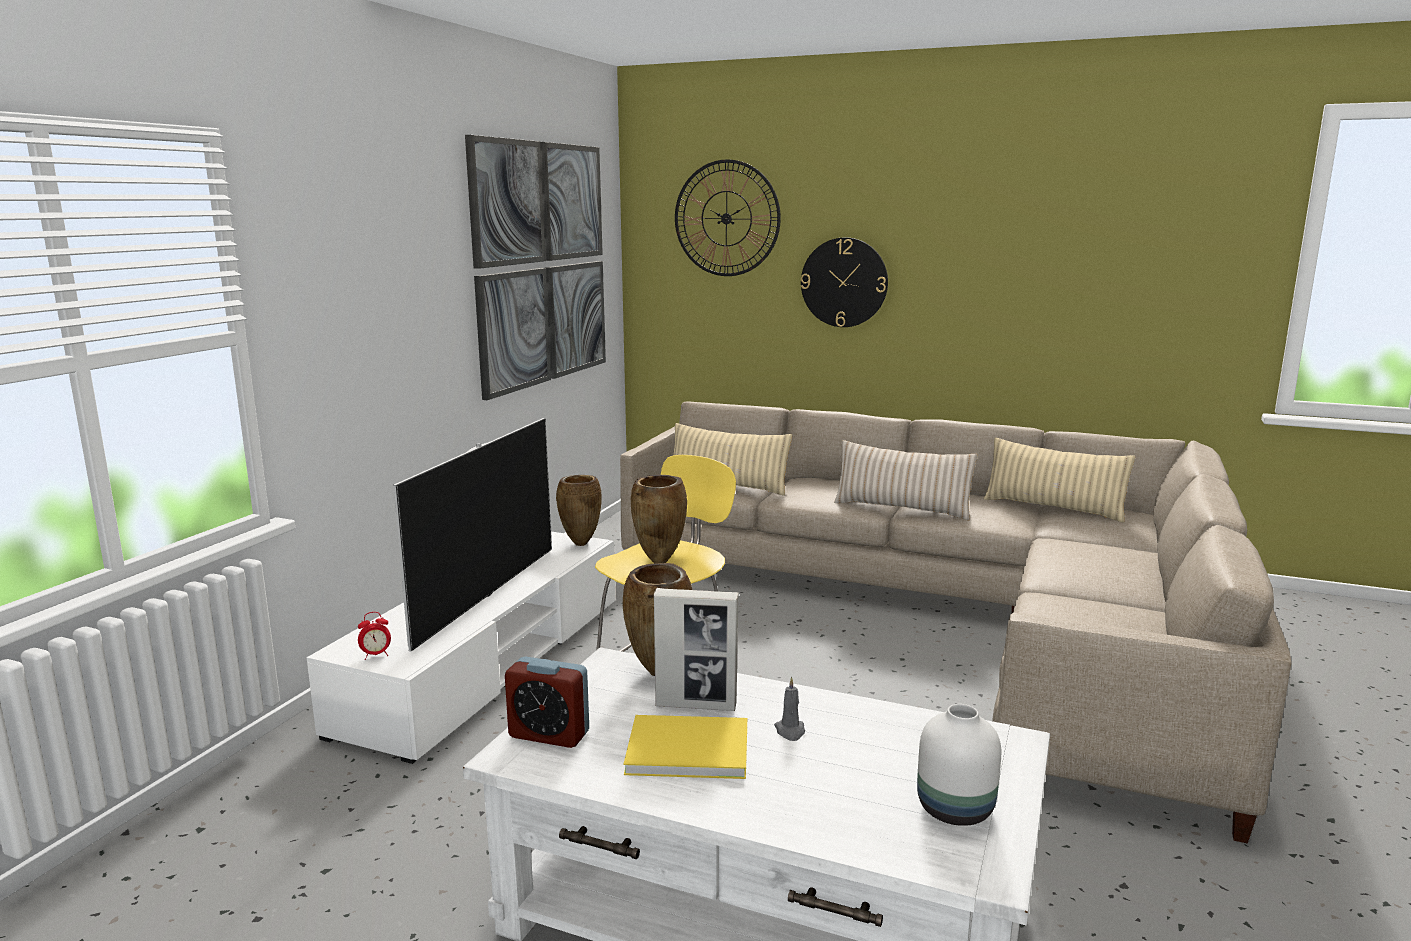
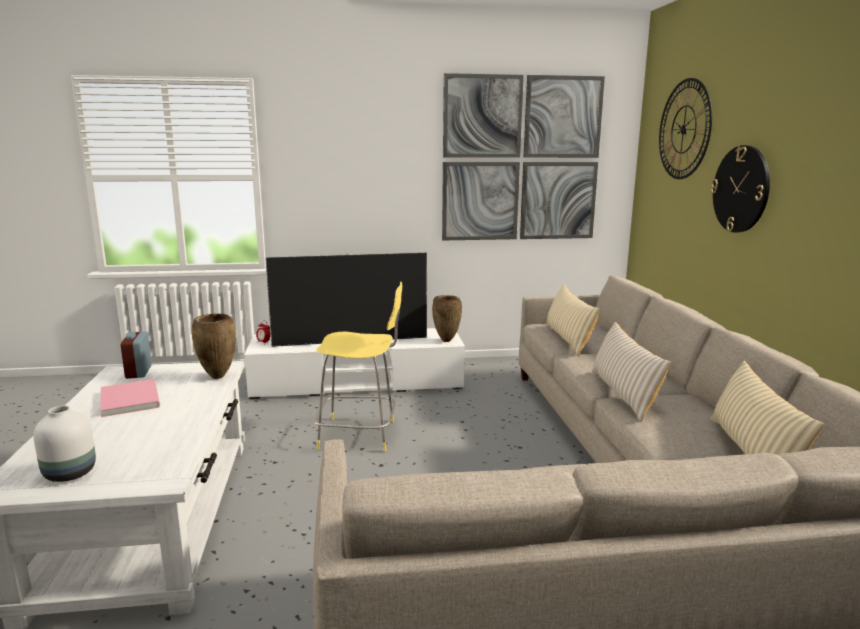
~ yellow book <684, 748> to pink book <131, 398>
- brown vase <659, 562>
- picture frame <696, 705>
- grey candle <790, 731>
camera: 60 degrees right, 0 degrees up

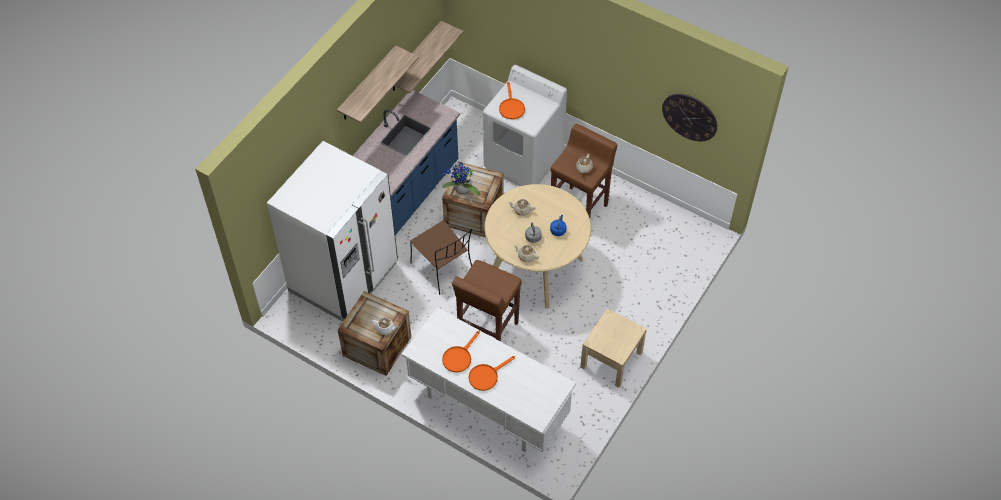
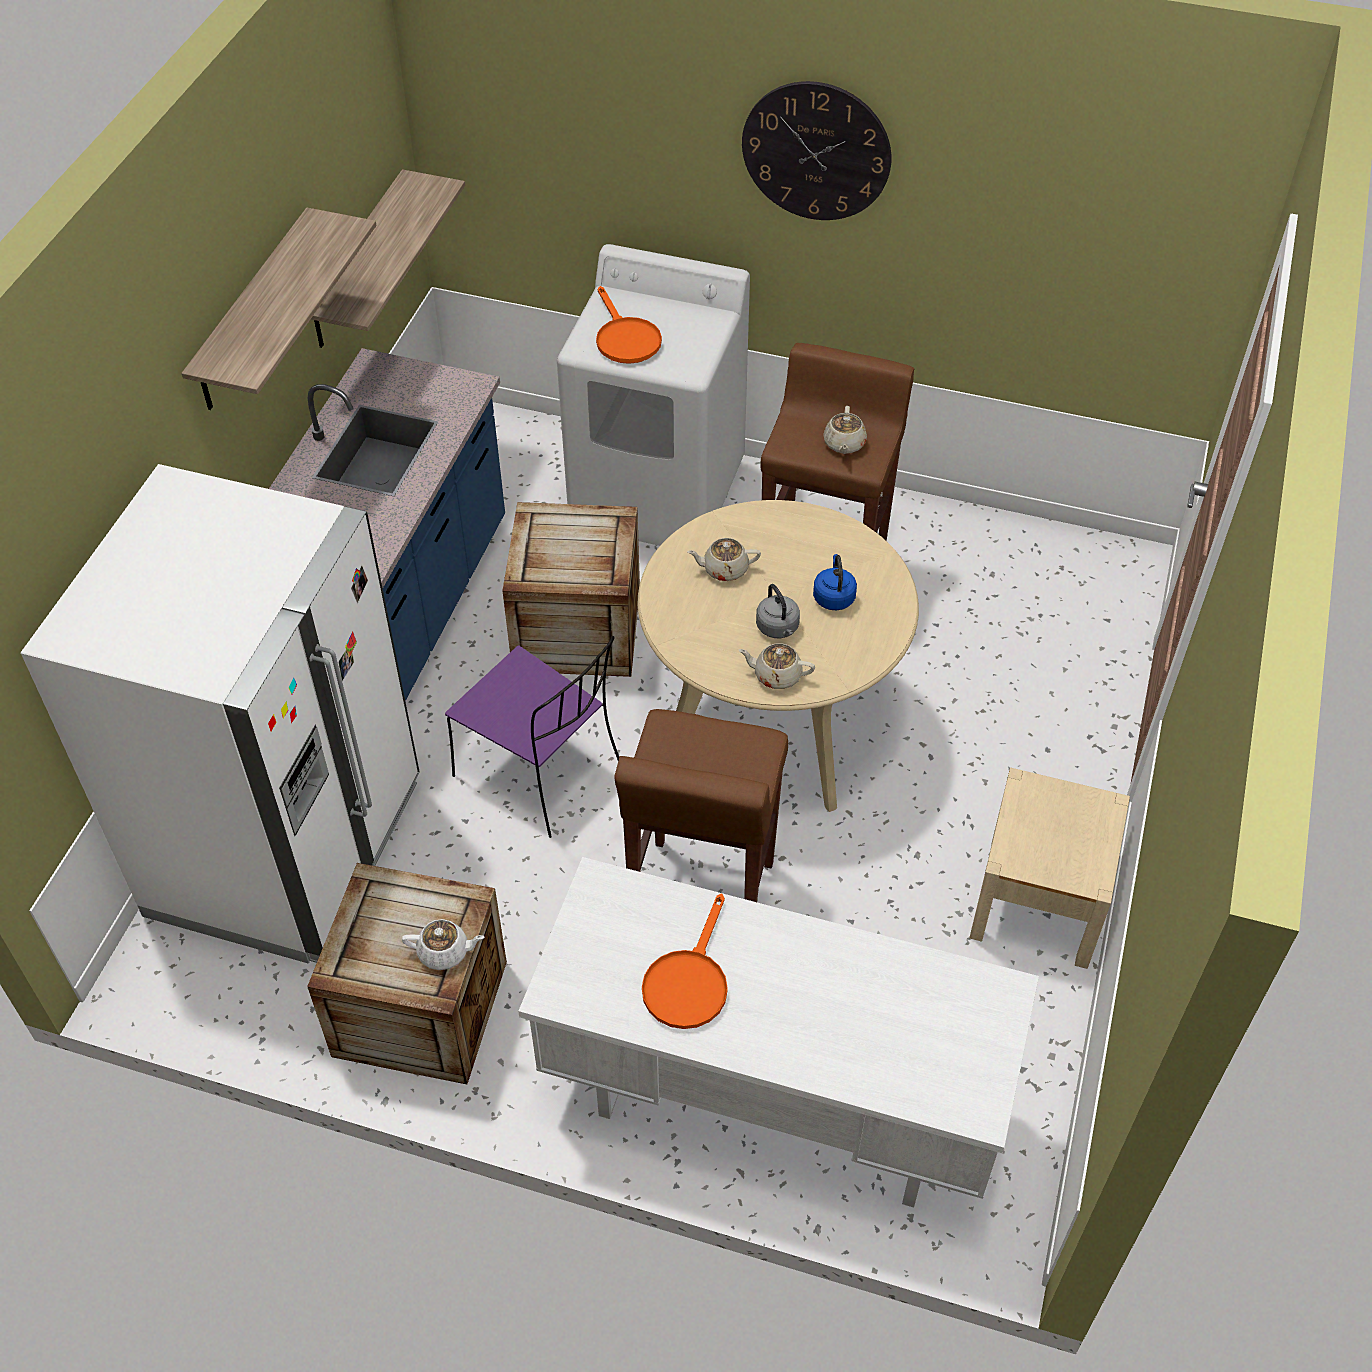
~ brown chair <443, 269> to purple chair <541, 772>
- potted plant <461, 191>
- orange frying pan <486, 376>
~ wall clock <689, 117> to <816, 151>
camera: 15 degrees left, 5 degrees down

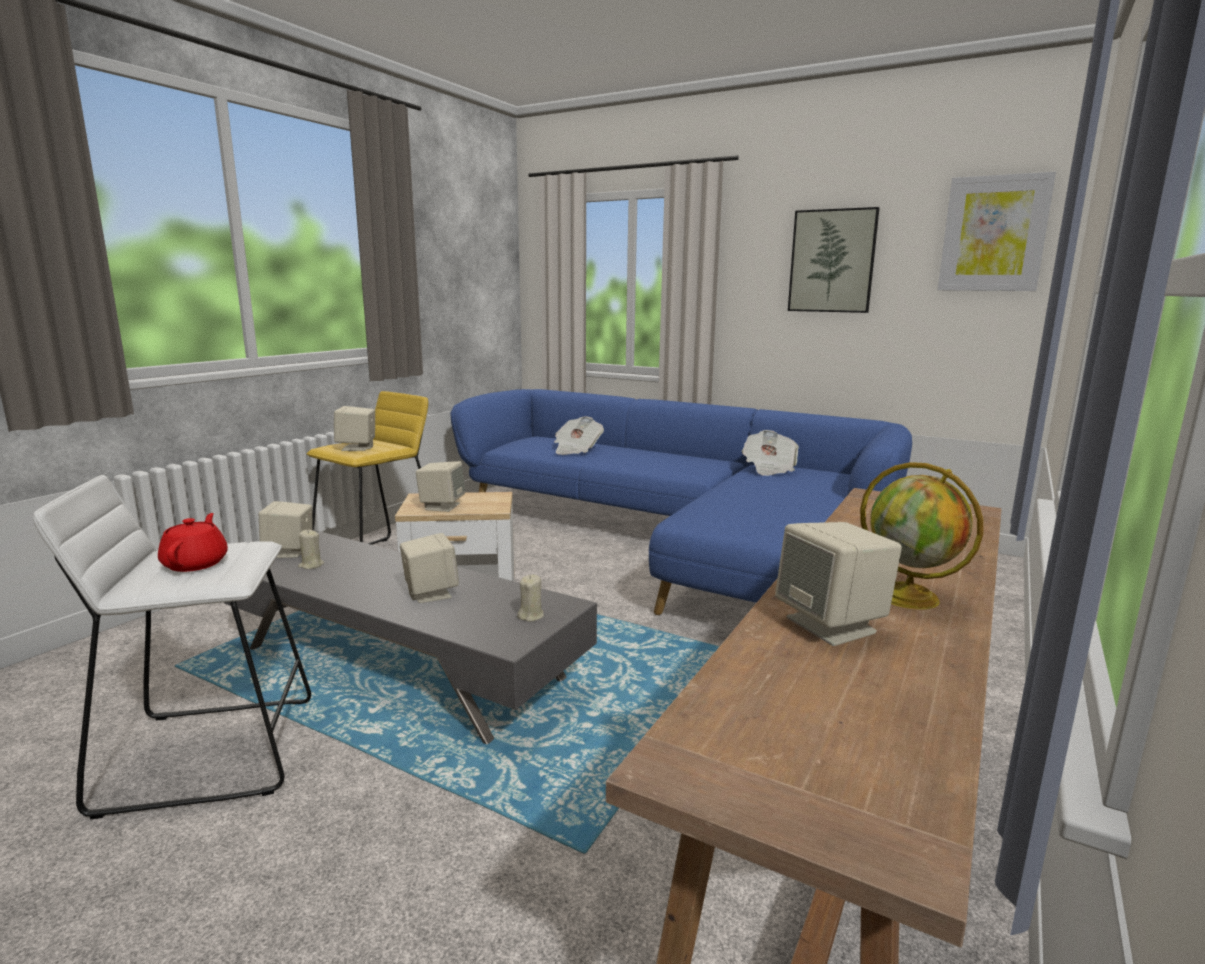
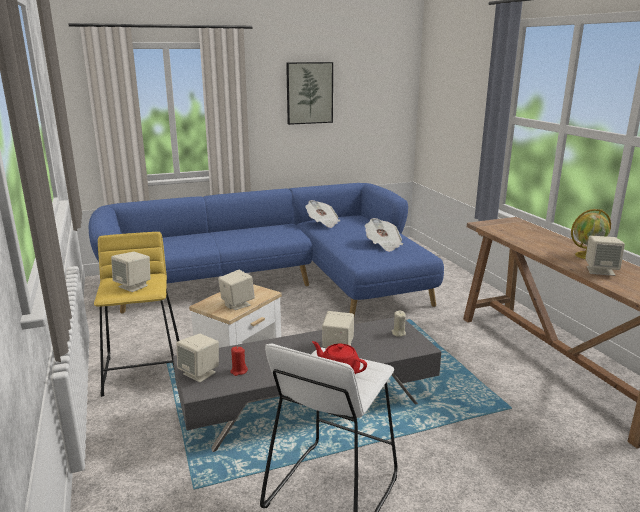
~ beige candle <311, 565> to red candle <238, 371>
~ newspaper <576, 450> to <383, 245>
- picture <993, 234>
camera: 50 degrees left, 5 degrees up

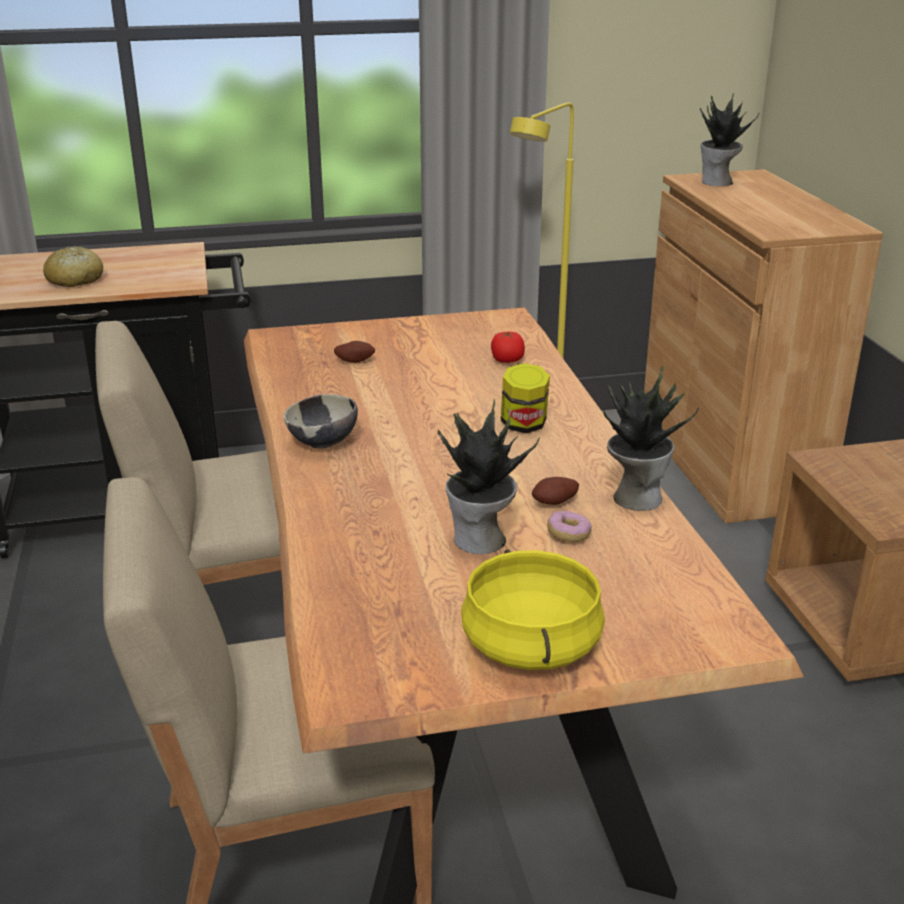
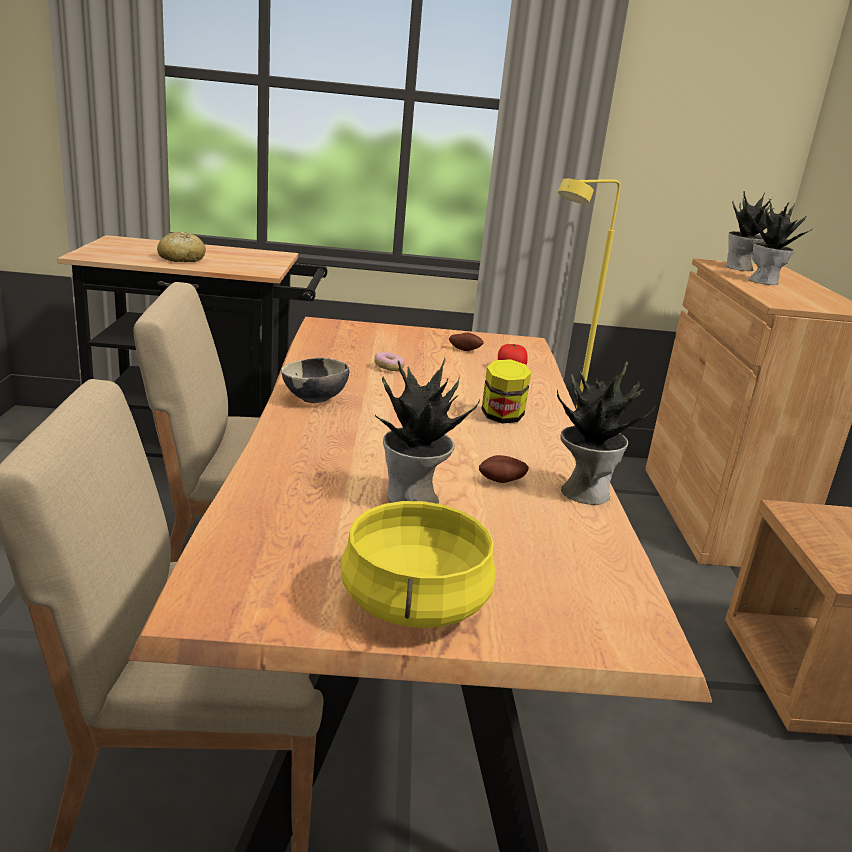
~ potato <355, 361> to <465, 350>
~ donut <568, 535> to <388, 368>
+ potted plant <764, 281>
camera: 10 degrees right, 5 degrees down

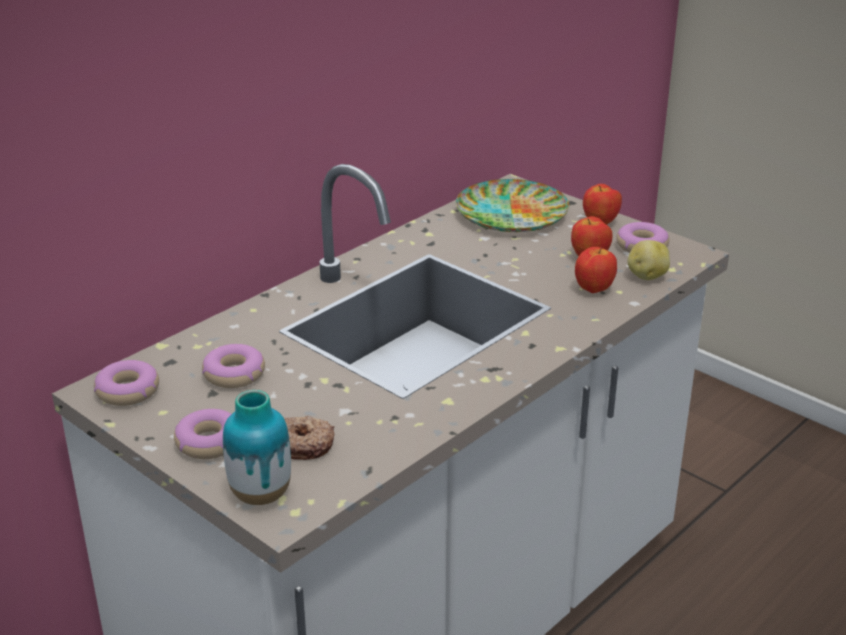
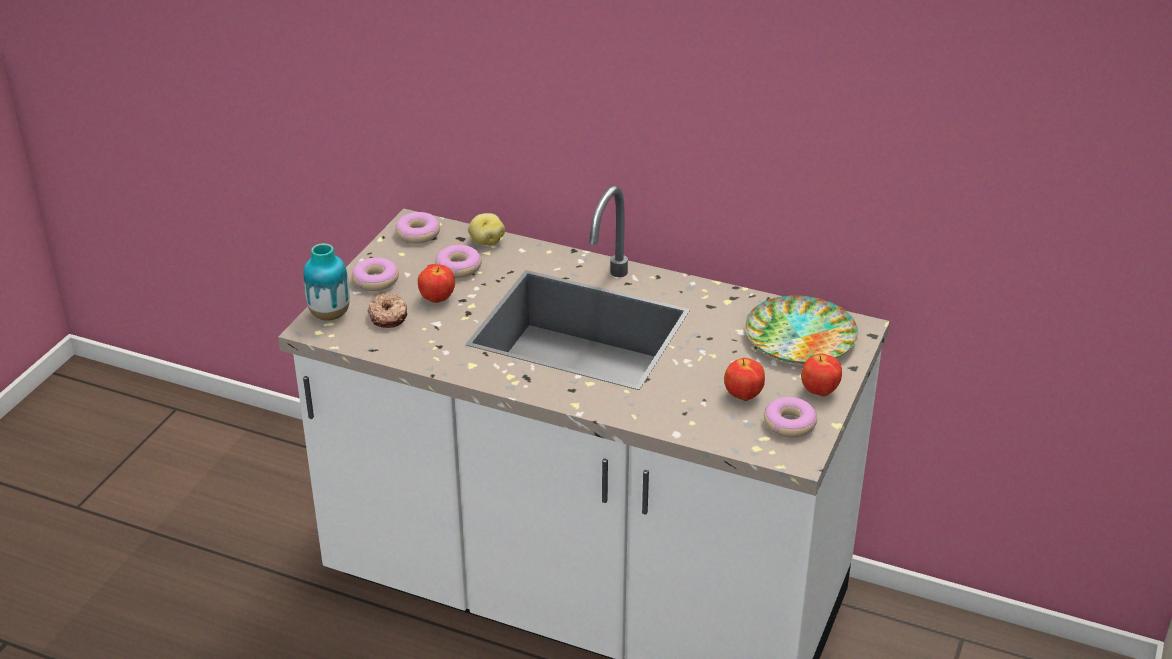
~ apple <593, 289> to <437, 299>
~ potato <646, 276> to <486, 241>
camera: 70 degrees right, 5 degrees up

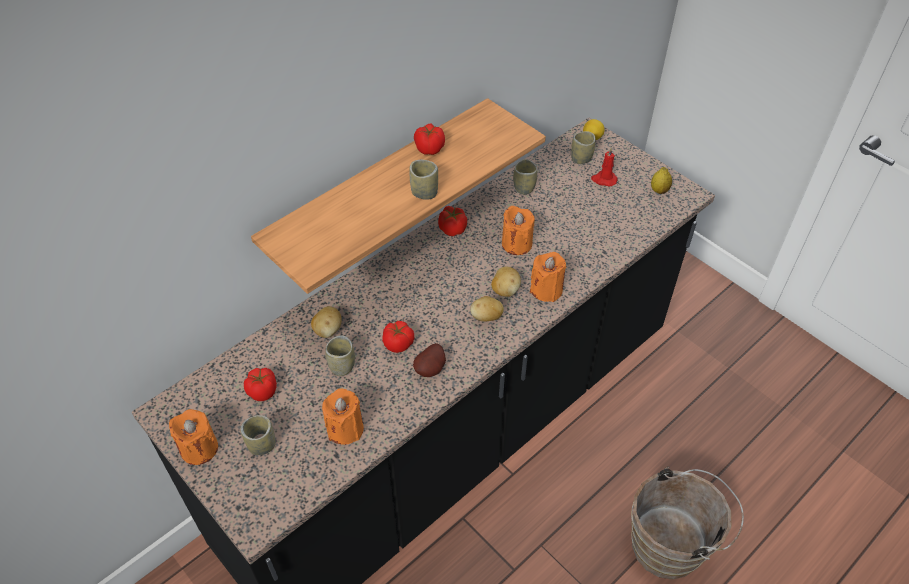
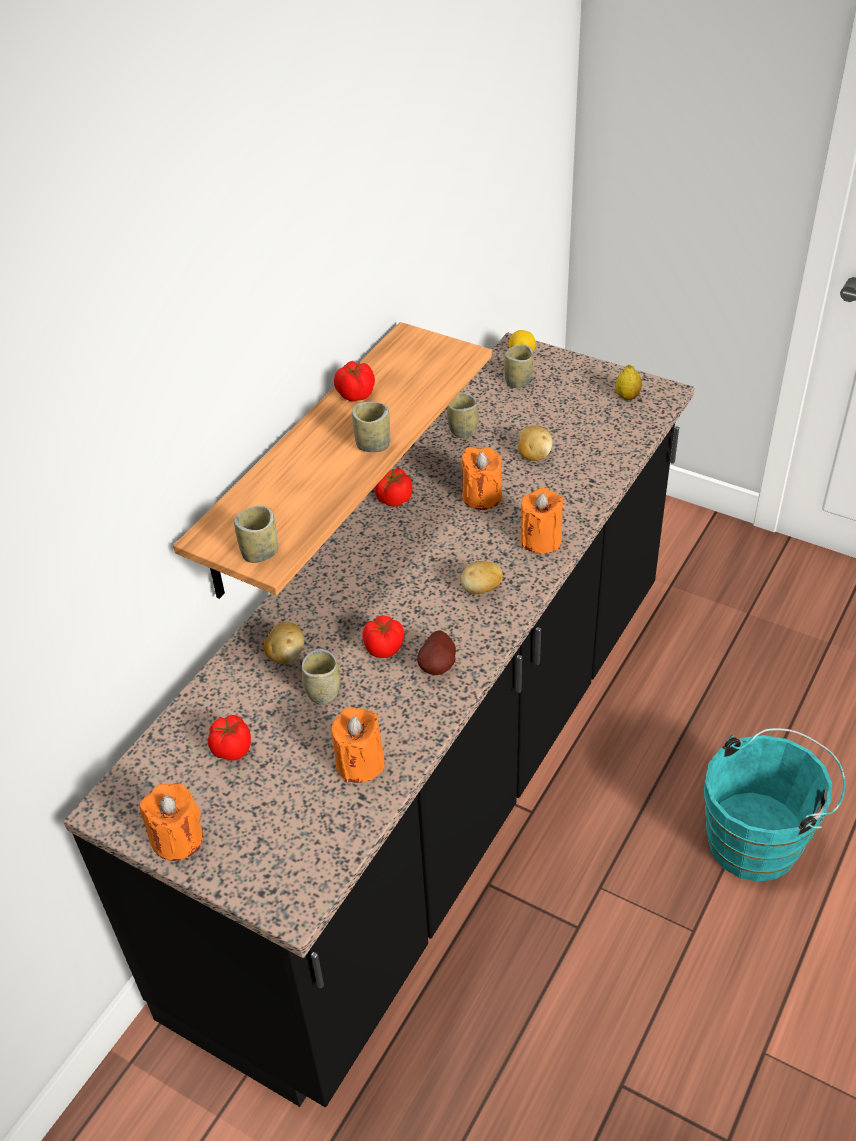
~ cup <262, 445> to <260, 552>
~ potato <505, 290> to <533, 455>
- red candle <603, 179>
~ brown bucket <672, 545> to turquoise bucket <760, 839>
camera: 15 degrees left, 5 degrees down

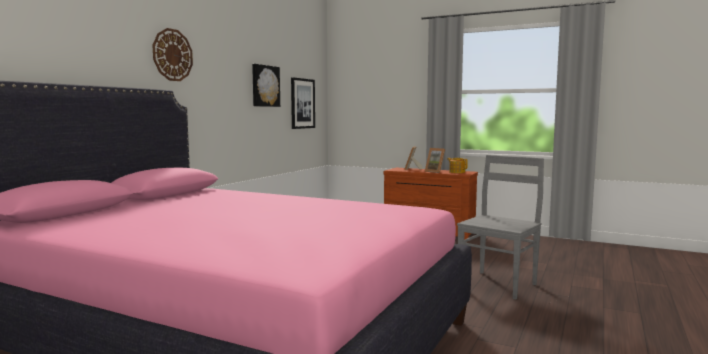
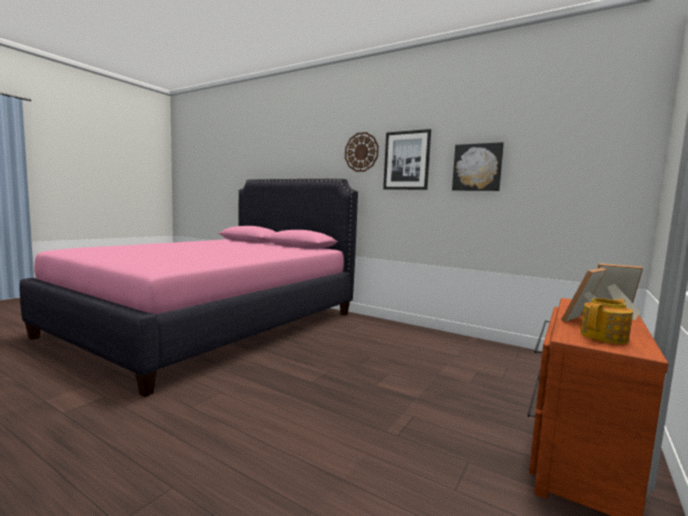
~ picture <302, 103> to <406, 160>
- grey chair <498, 284>
camera: 95 degrees right, 0 degrees up

